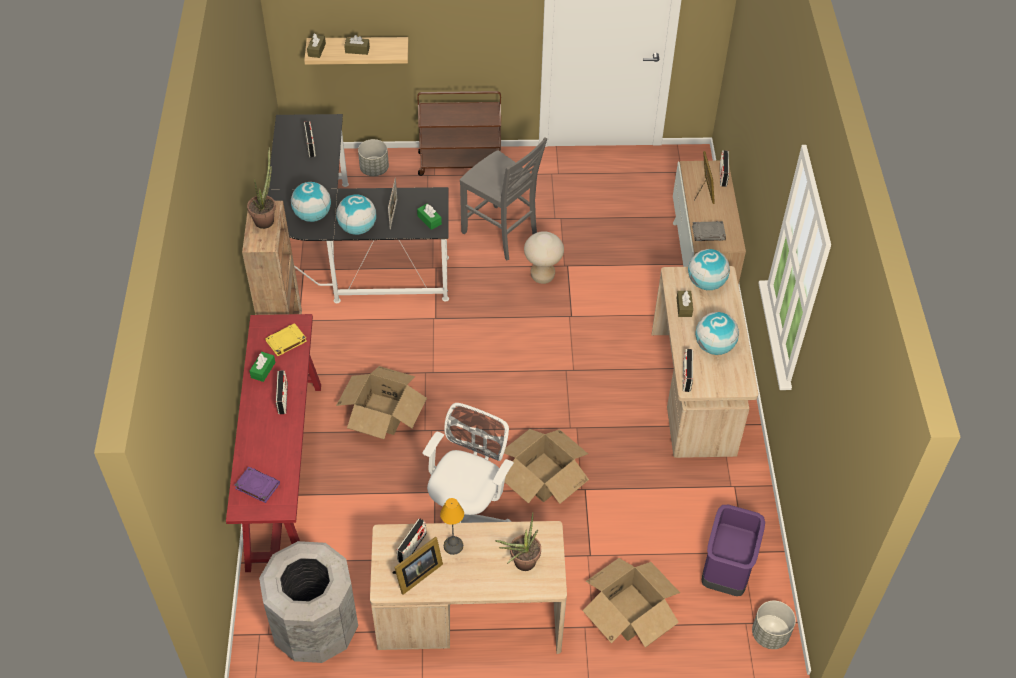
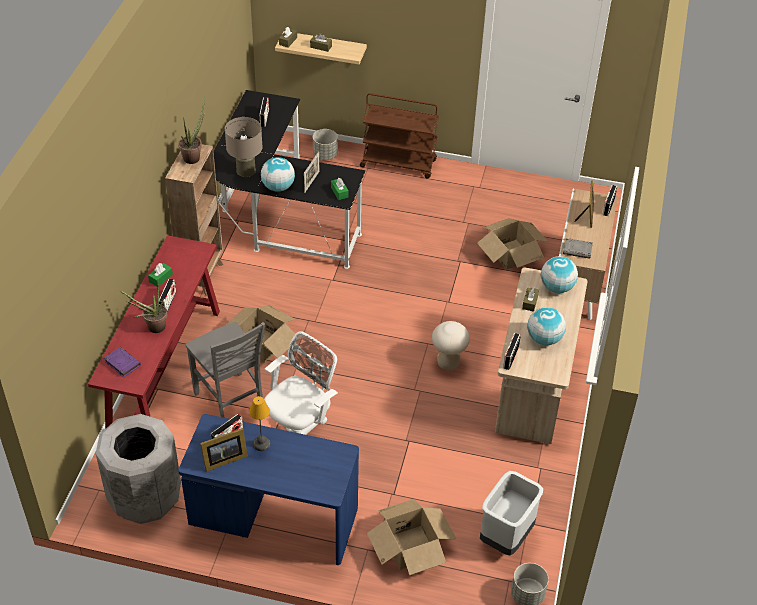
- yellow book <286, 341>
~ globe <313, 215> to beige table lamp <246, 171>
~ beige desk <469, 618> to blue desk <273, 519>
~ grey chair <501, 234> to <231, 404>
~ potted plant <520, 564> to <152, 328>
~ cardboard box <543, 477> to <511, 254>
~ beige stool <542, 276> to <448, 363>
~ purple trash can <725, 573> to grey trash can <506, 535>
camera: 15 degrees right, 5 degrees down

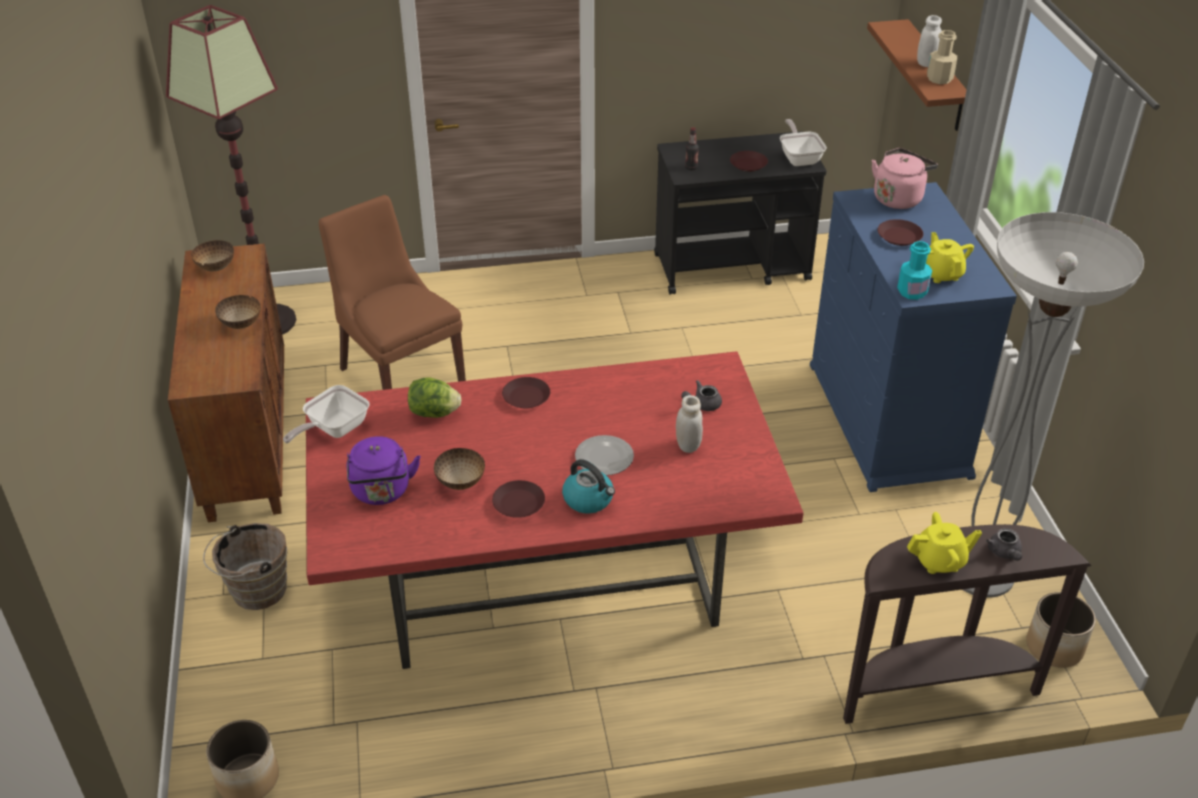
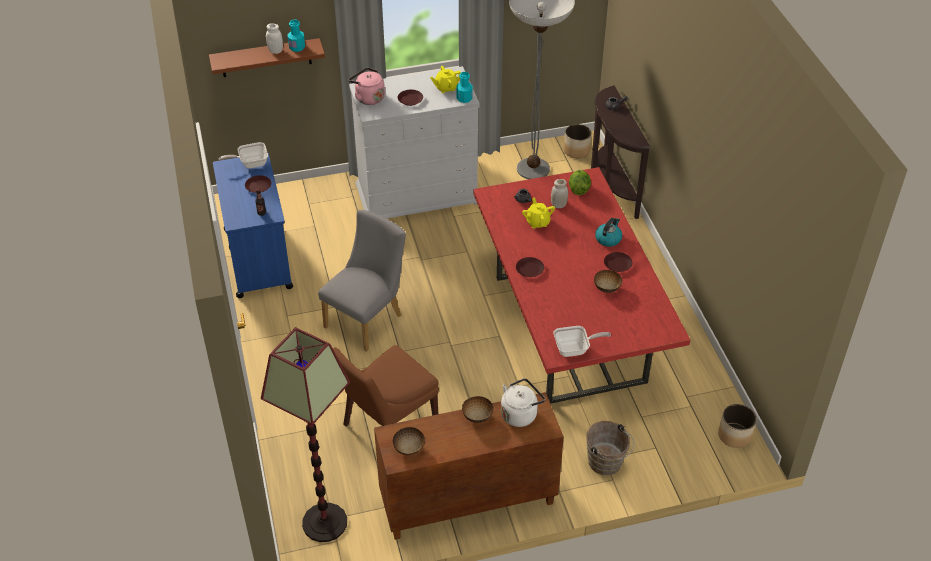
~ frying pan <333, 430> = <575, 349> 45 degrees counterclockwise
- purple kettle <382, 492>
~ lettuce <434, 413> to <578, 189>
- plate <605, 458>
~ black cart <733, 267> to blue cart <258, 257>
~ blue dresser <888, 419> to white dresser <417, 193>
~ yellow teapot <939, 561> to <538, 222>
~ beige bottle <939, 79> to turquoise bottle <297, 47>
+ grey chair <367, 318>
+ white kettle <520, 414>
camera: 95 degrees left, 5 degrees up

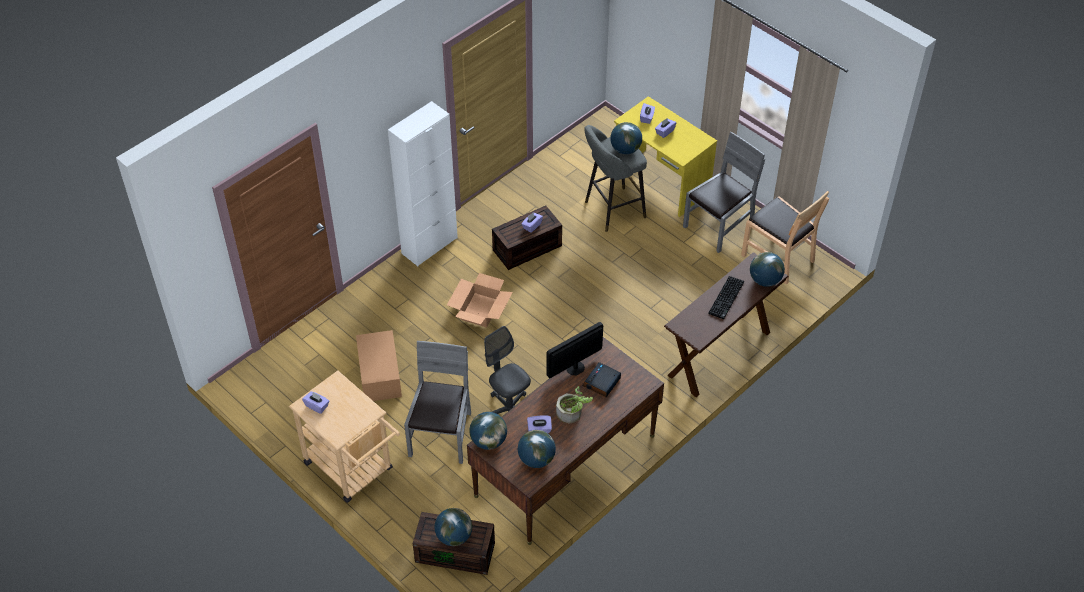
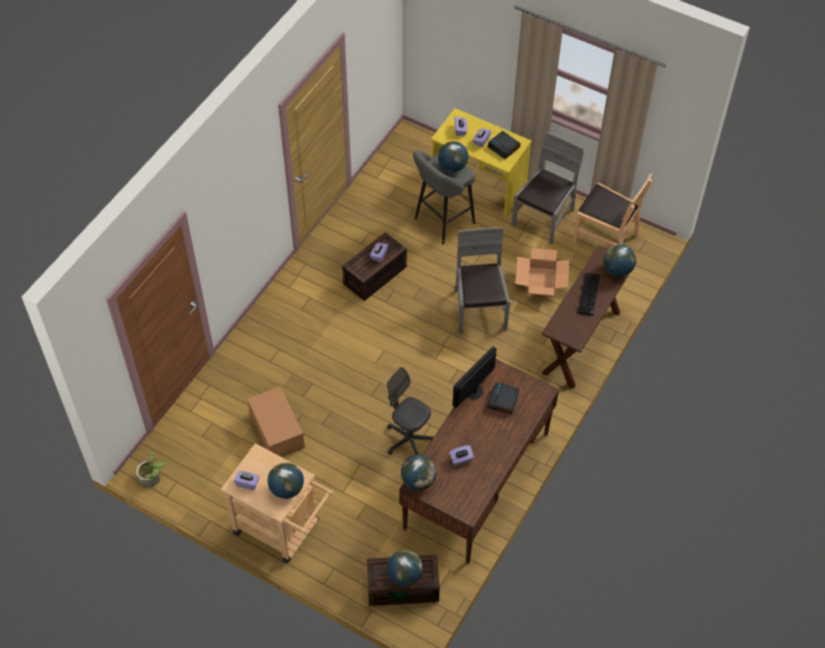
- white cabinet <429, 245>
~ grey chair <441, 435> to <479, 310>
~ cardboard box <480, 310> to <541, 282>
~ globe <536, 459> to <287, 489>
~ potted plant <572, 413> to <152, 477>
+ alarm clock <504, 147>
camera: 15 degrees left, 5 degrees up

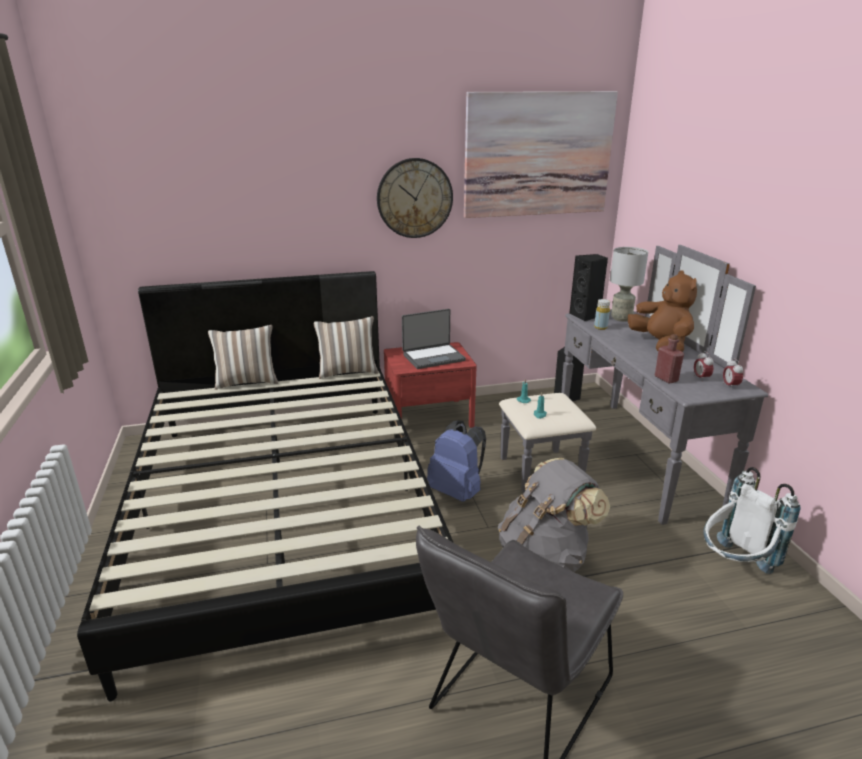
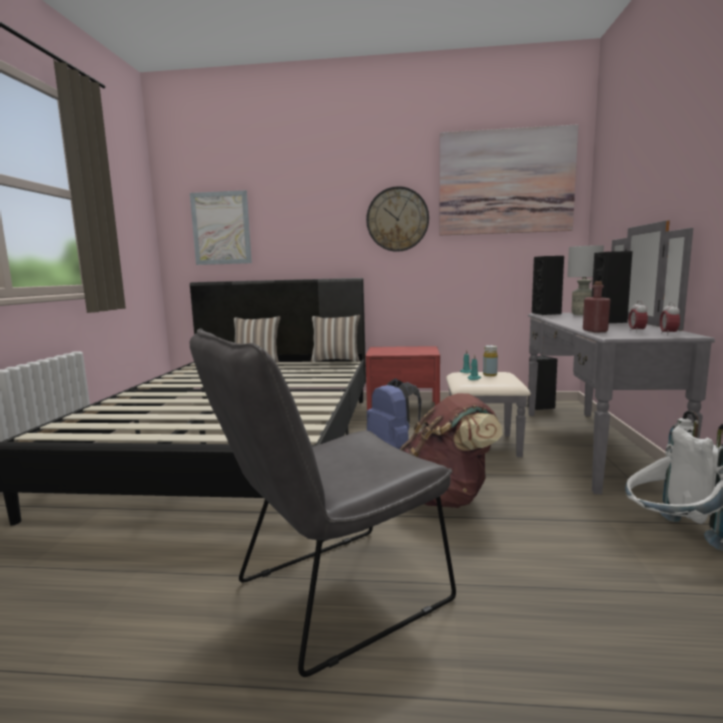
- laptop <433, 357>
~ grey backpack <545, 556> to brown backpack <446, 498>
~ yellow bottle <600, 327> to <490, 375>
~ brown plush toy <660, 346> to black speaker <609, 322>
+ picture <221, 228>
camera: 20 degrees right, 15 degrees down

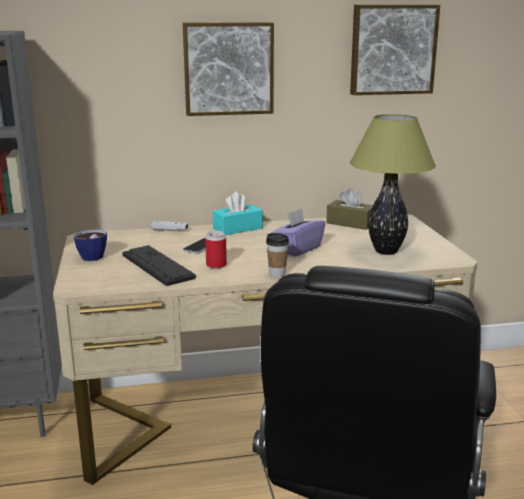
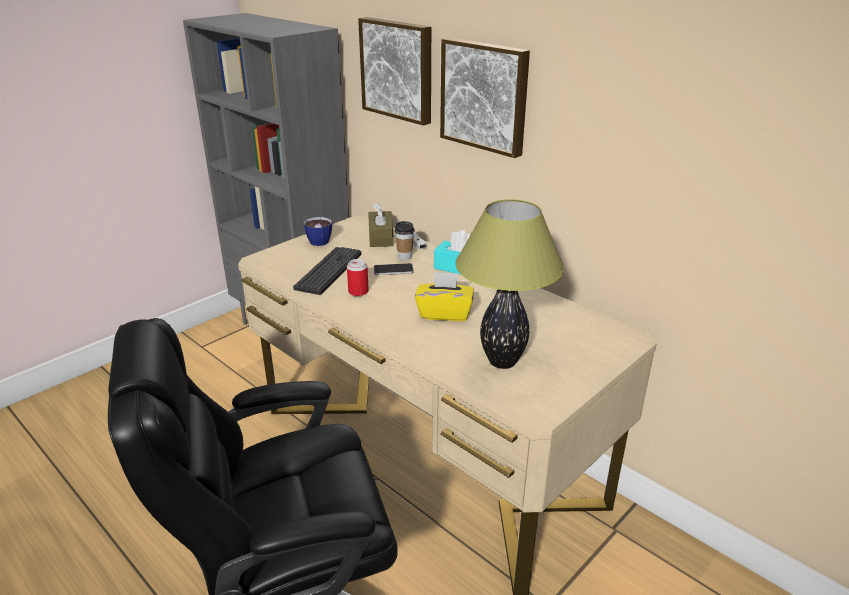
~ cup <277, 274> to <405, 257>
~ purple tissue box <297, 249> to yellow tissue box <444, 313>
~ brown tissue box <350, 223> to <381, 237>
~ picture <392, 49> to <398, 69>
camera: 55 degrees right, 10 degrees up

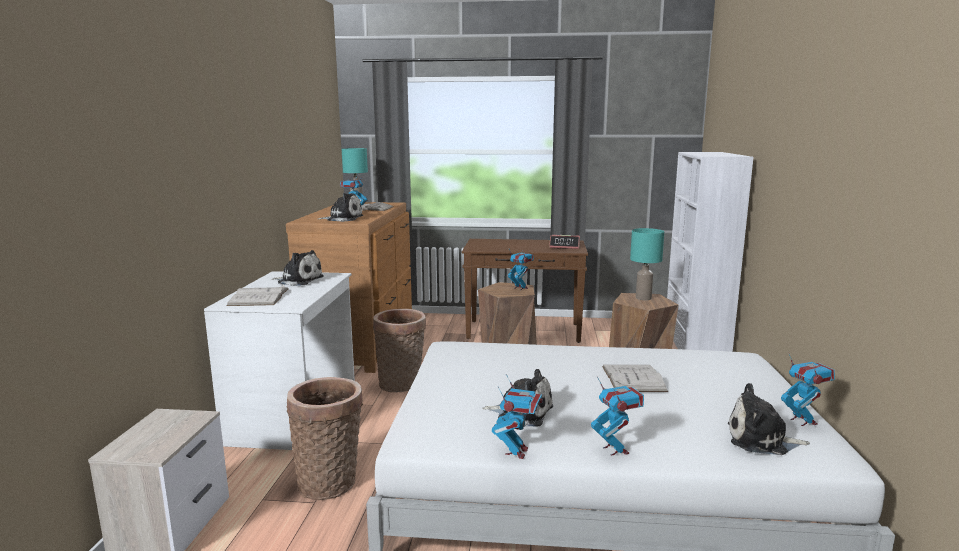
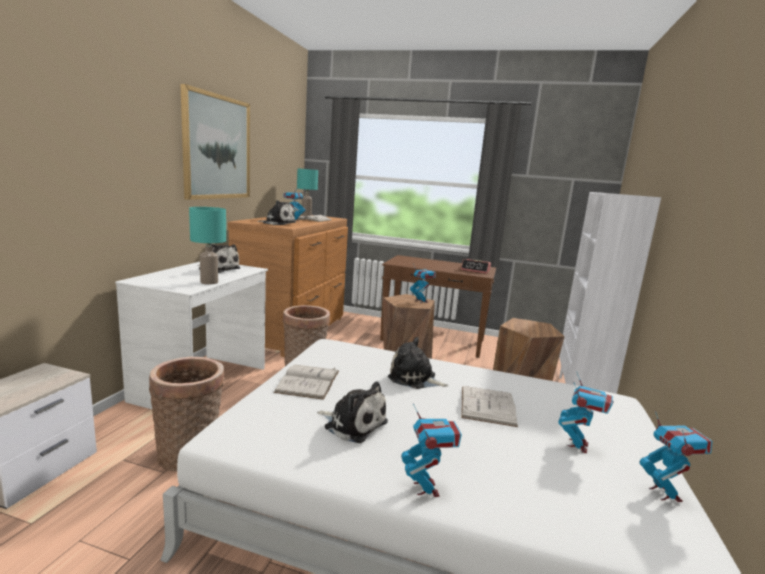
~ white book <259, 297> to <308, 381>
~ toy robot <517, 452> to <578, 445>
~ turquoise table lamp <644, 298> to <209, 282>
~ plush toy <761, 440> to <414, 378>
+ picture <217, 147>
camera: 10 degrees right, 0 degrees up

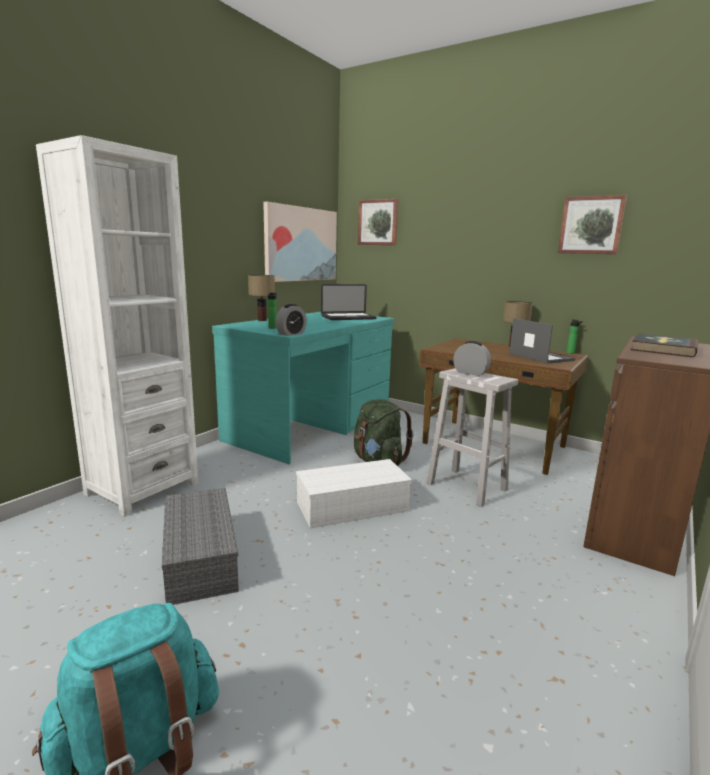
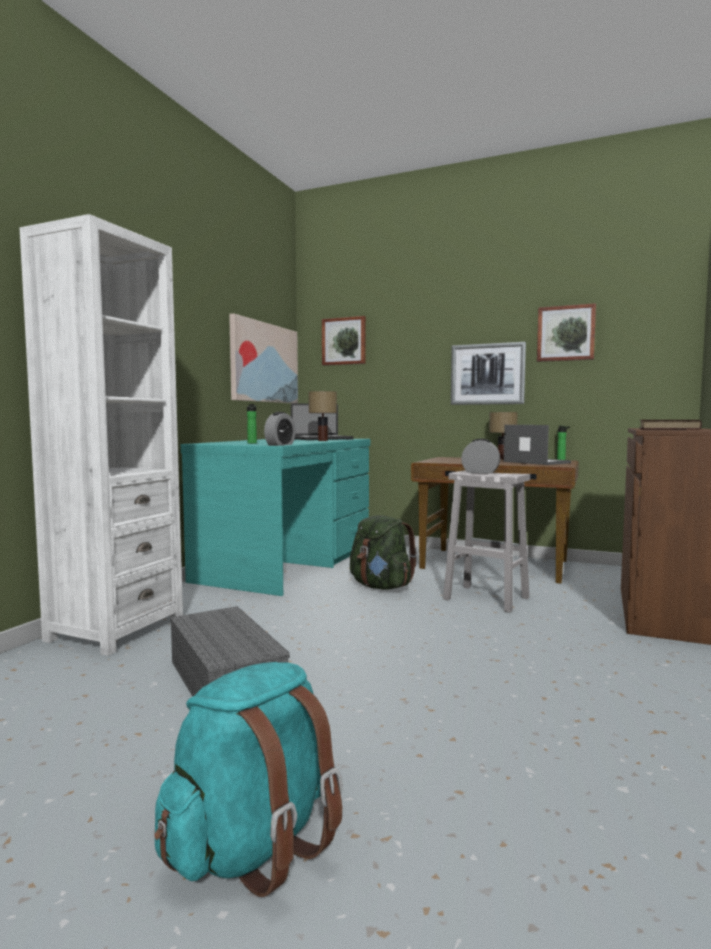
~ table lamp <262, 320> to <323, 440>
- white storage box <351, 507>
+ picture <487, 374>
camera: 10 degrees left, 10 degrees down

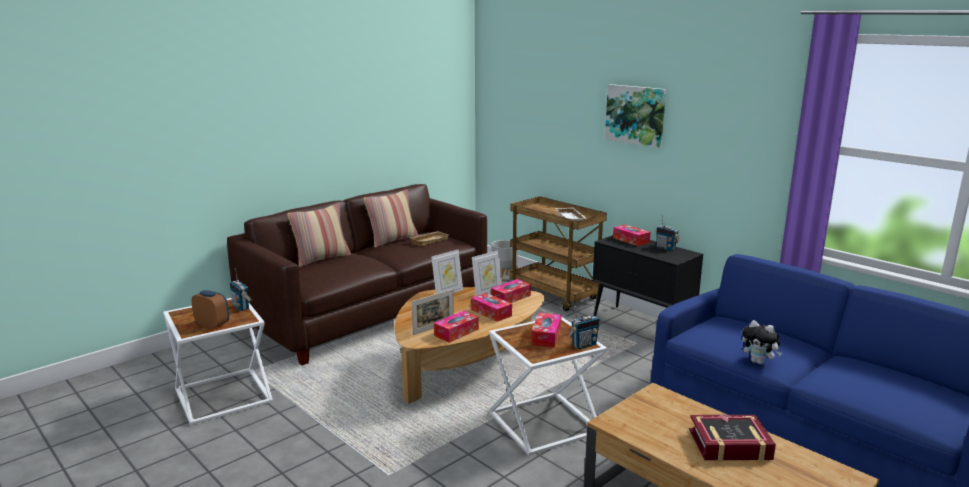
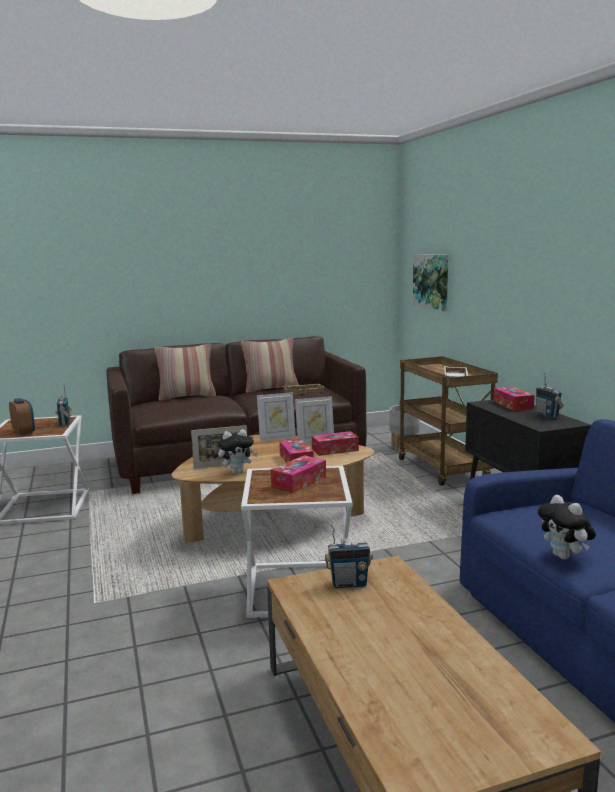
~ tissue box <456, 332> to plush toy <237, 472>
~ radio <584, 345> to <349, 583>
~ picture <635, 115> to <432, 281>
- book <730, 445>
camera: 25 degrees right, 5 degrees down

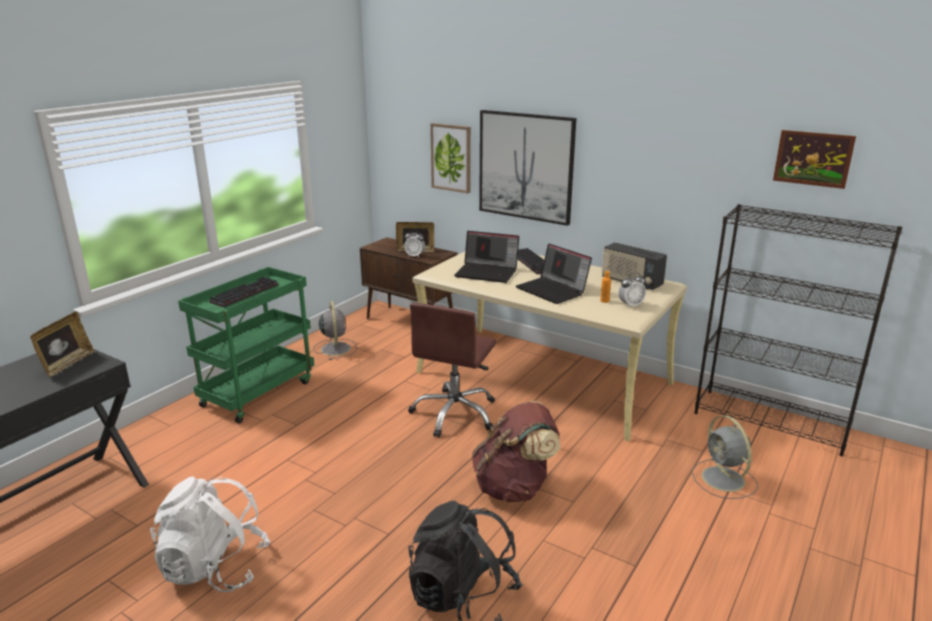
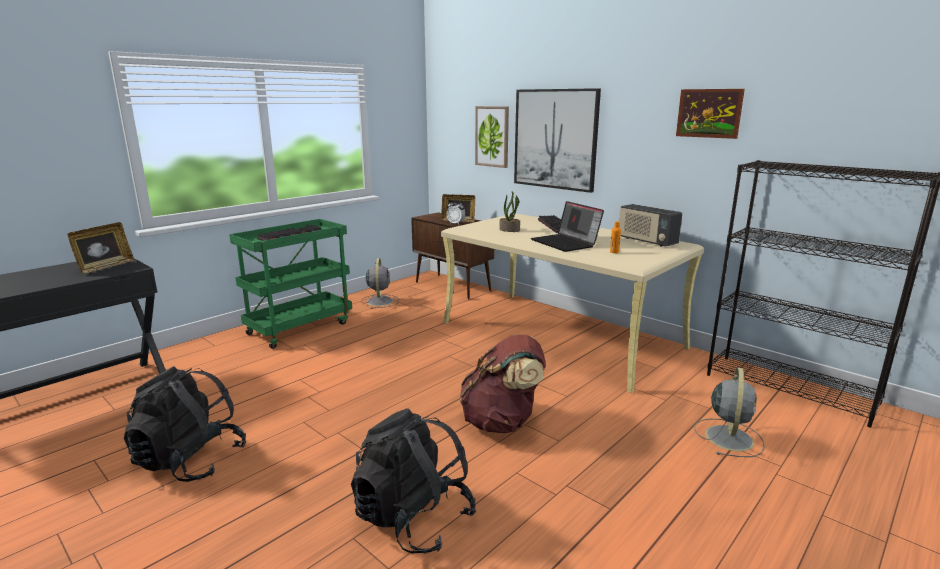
~ white backpack <215, 568> to black backpack <190, 461>
- brown office chair <455, 414>
~ laptop <487, 273> to potted plant <510, 230>
- alarm clock <630, 305>
~ grey fan <724, 480> = <729, 437> 150 degrees counterclockwise
~ picture <813, 158> to <709, 113>
camera: 10 degrees right, 5 degrees down

